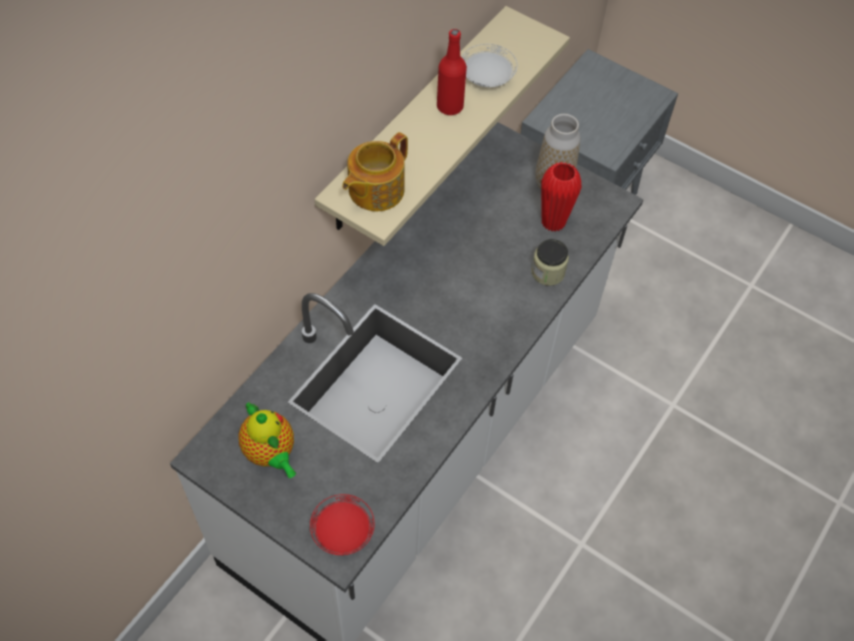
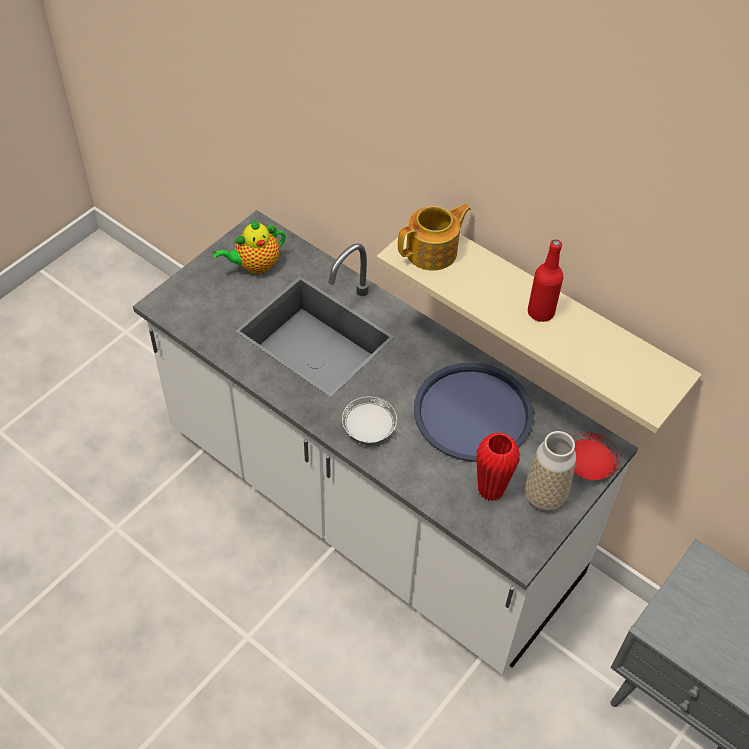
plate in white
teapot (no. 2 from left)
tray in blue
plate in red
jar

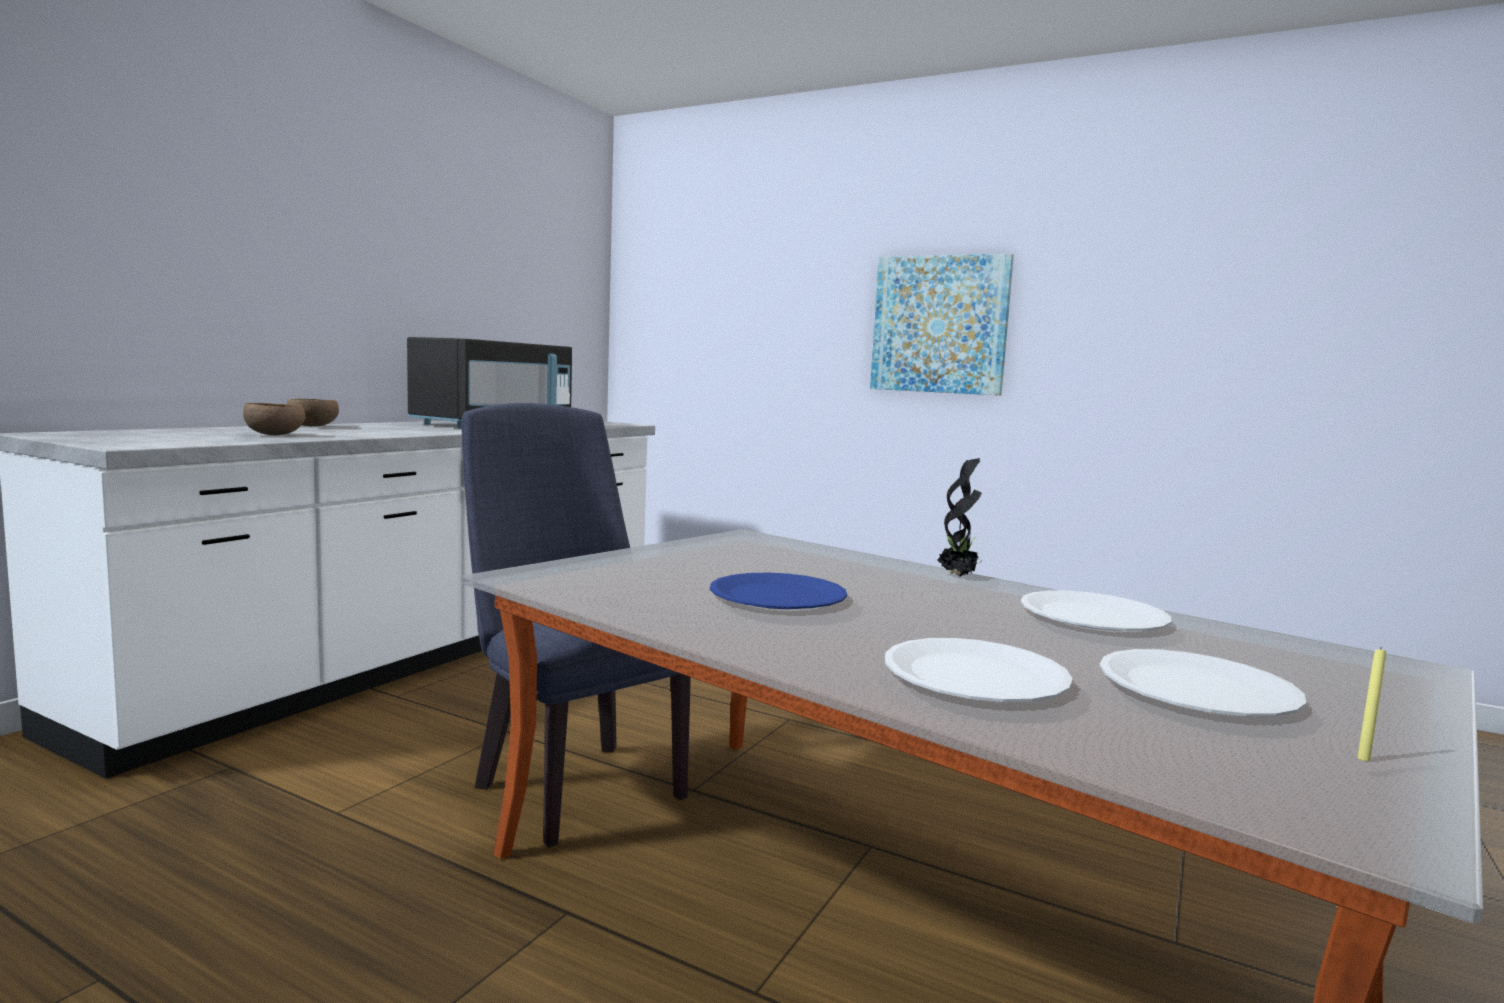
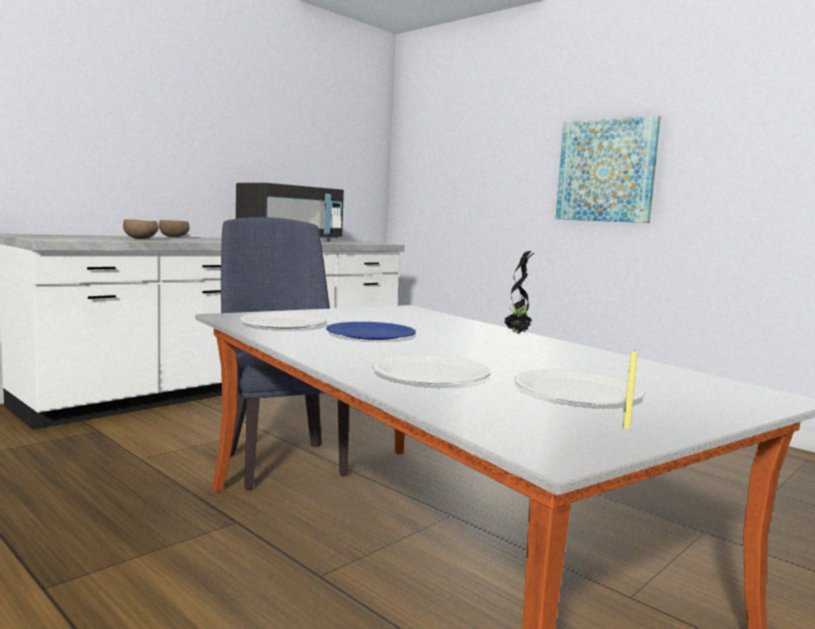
plate in white (no. 1 from left)

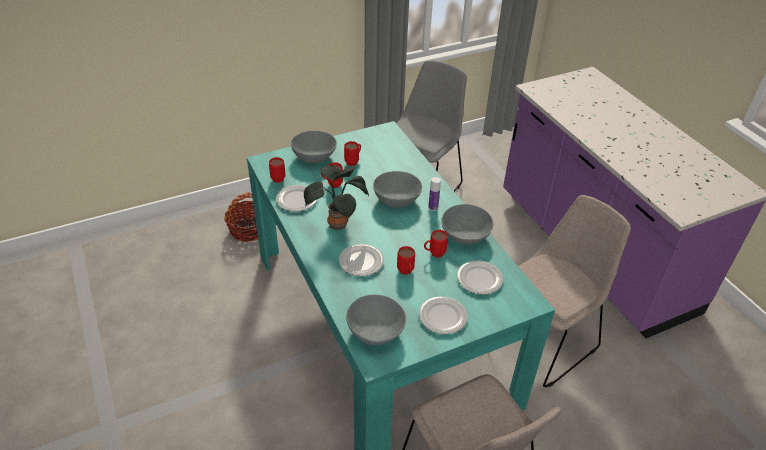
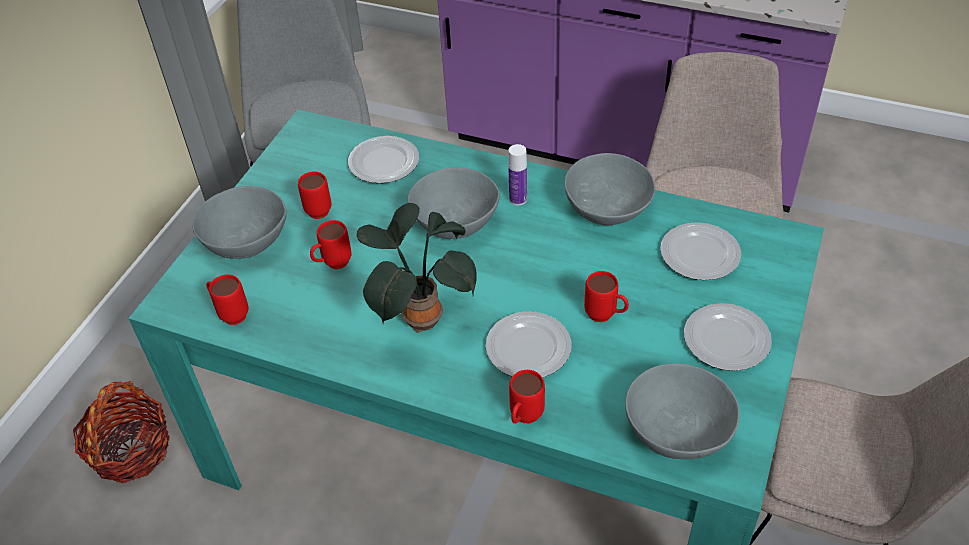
plate (no. 1 from left)
mug in red (no. 4 from left)

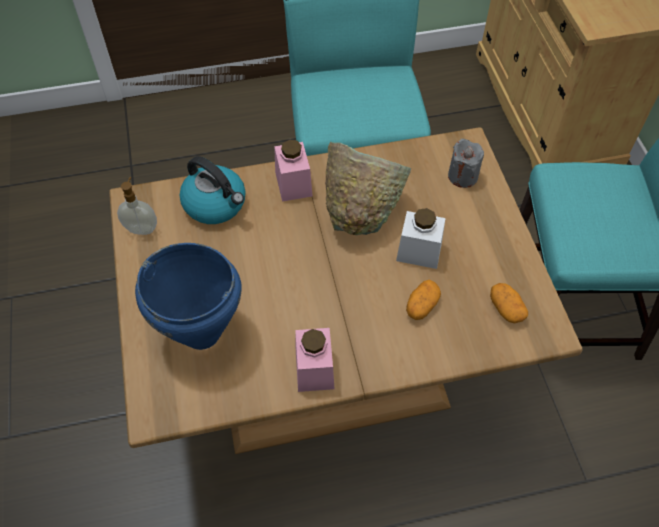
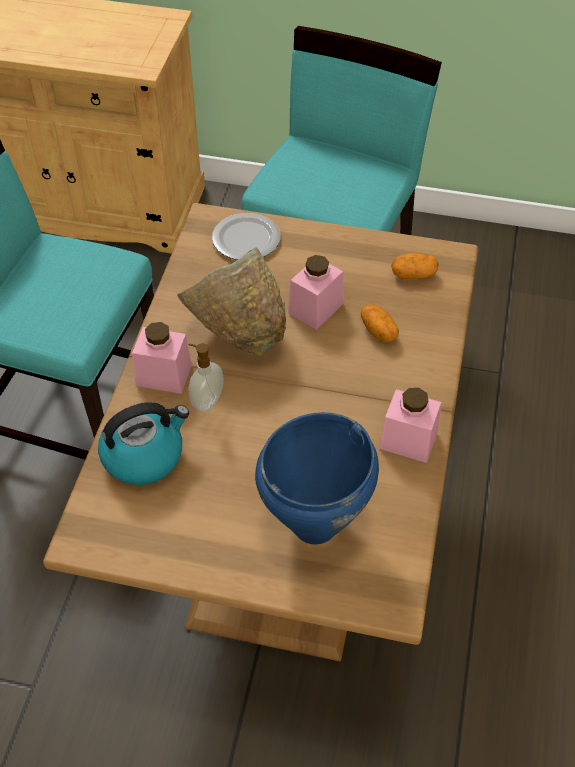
soap dispenser
plate
jar in pink (no. 2 from left)

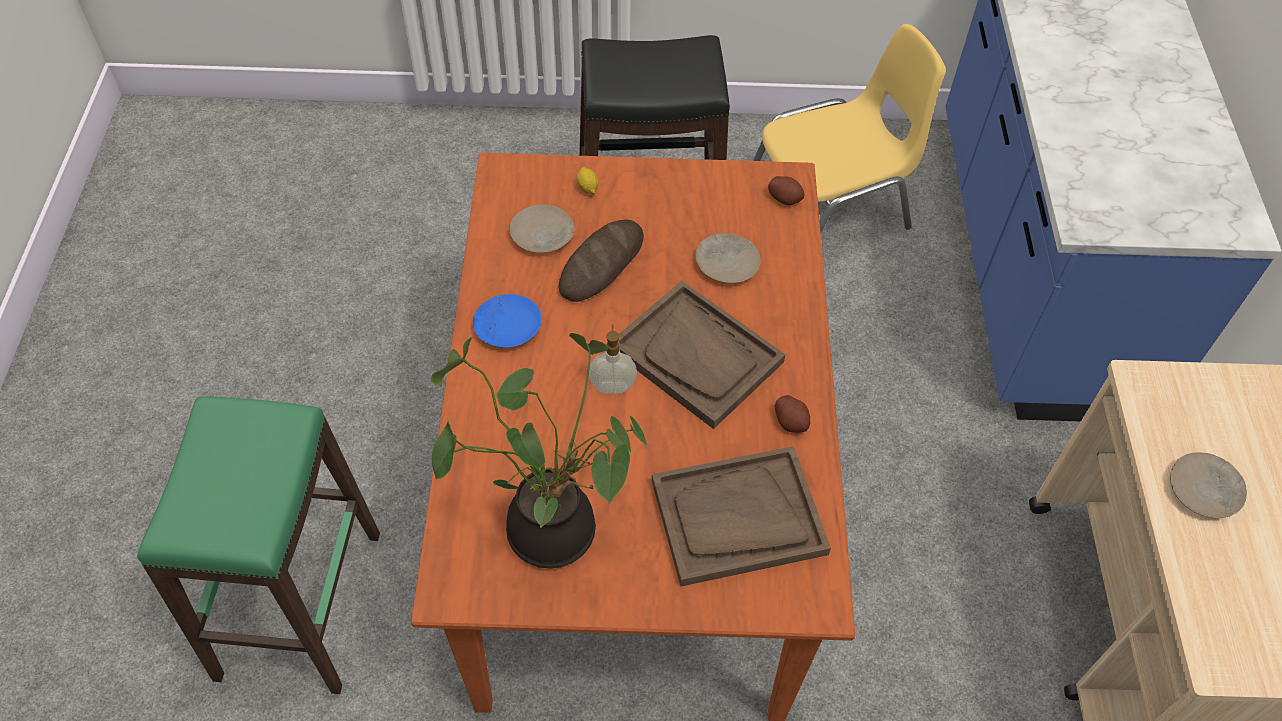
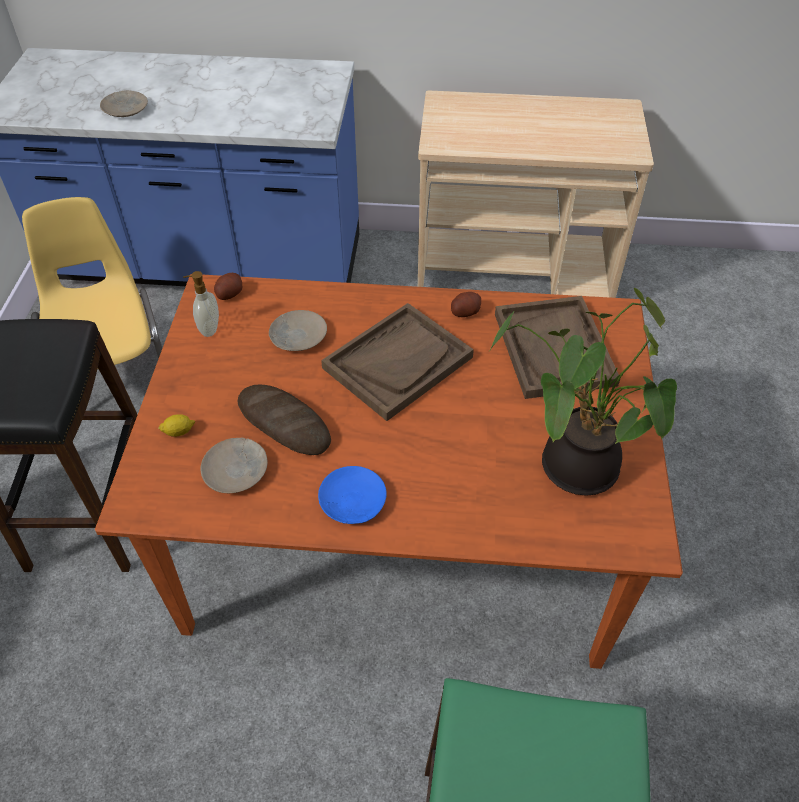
plate in beige (no. 1 from left)
soap dispenser

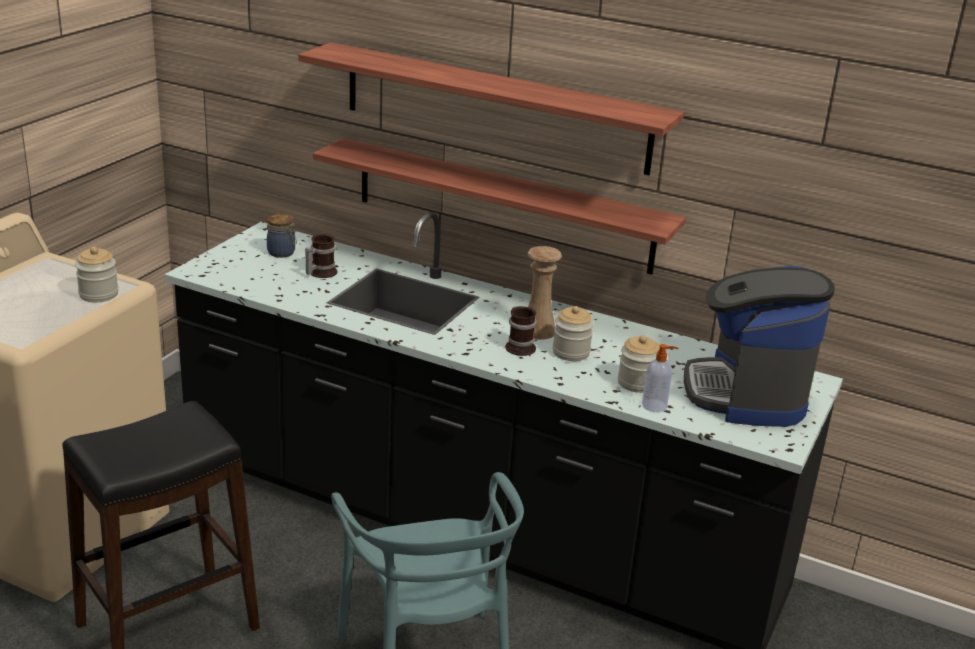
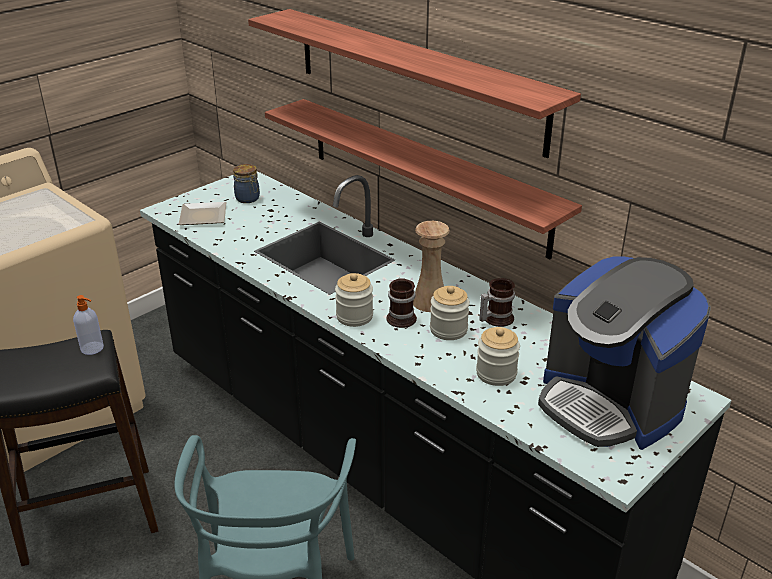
soap dispenser
plate
jar (no. 2 from left)
mug (no. 2 from left)
coffee machine

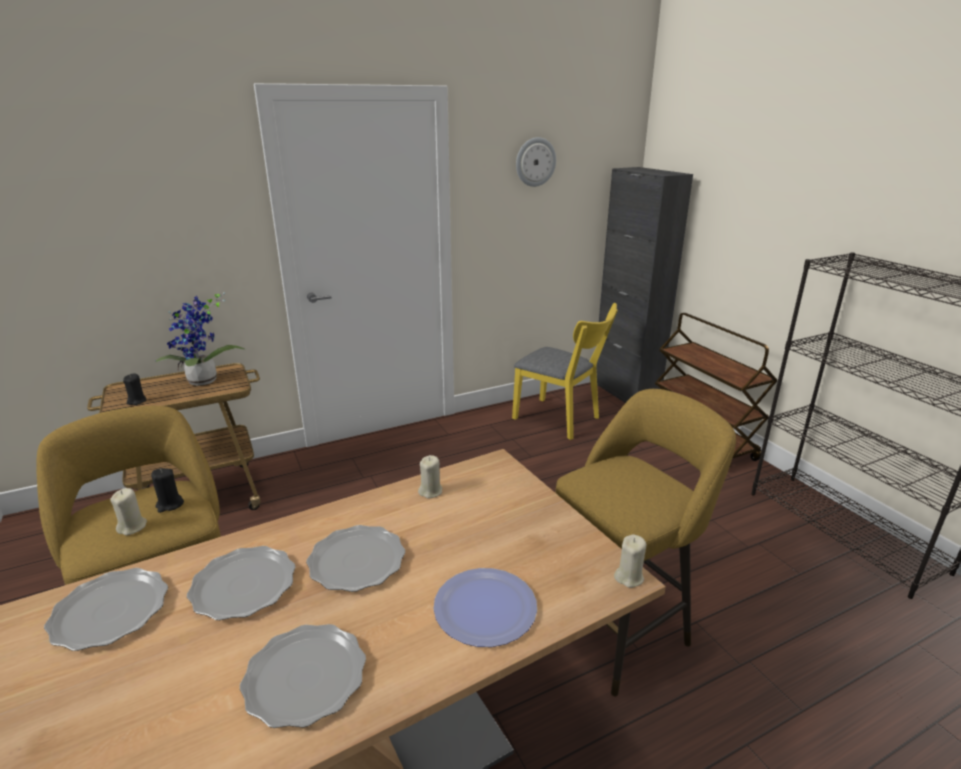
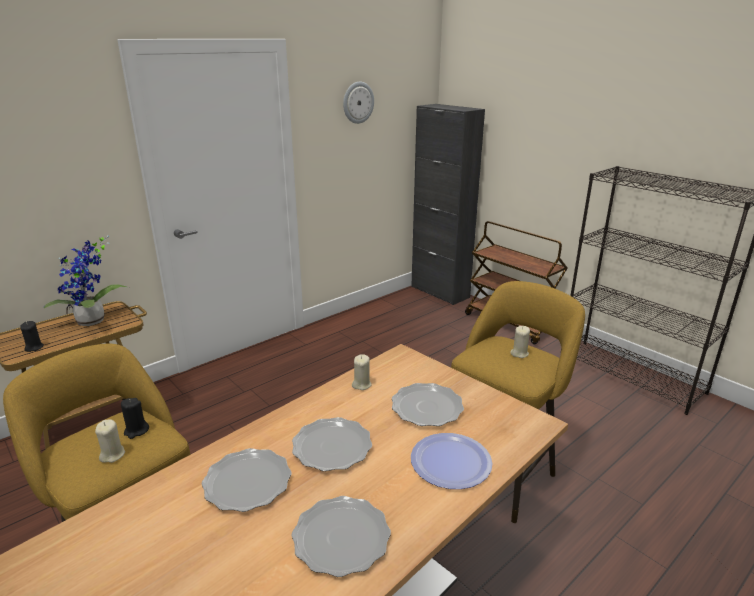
plate (no. 4 from left)
candle in beige (no. 3 from left)
chair in yellow

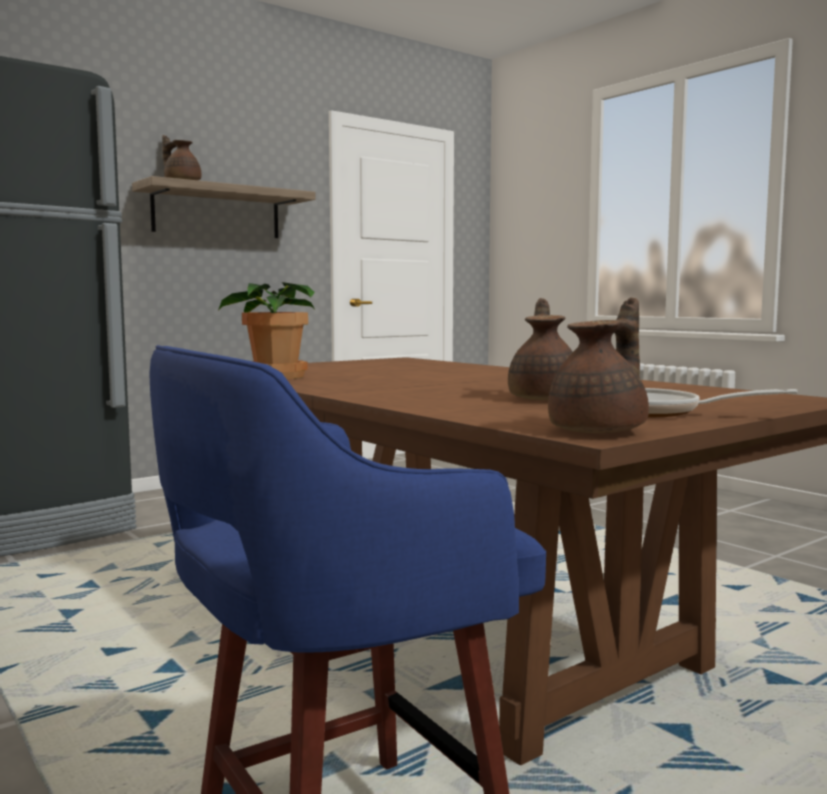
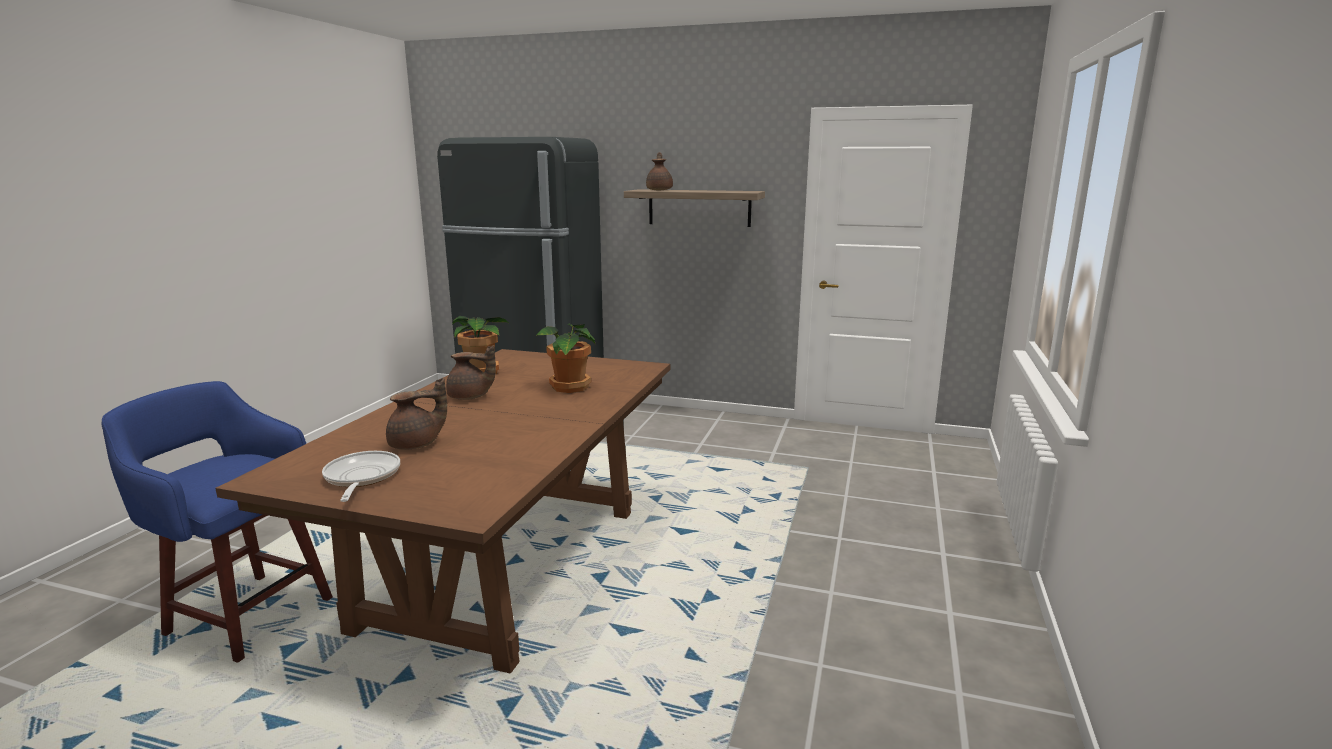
teapot in brown (no. 2 from left)
potted plant (no. 2 from left)

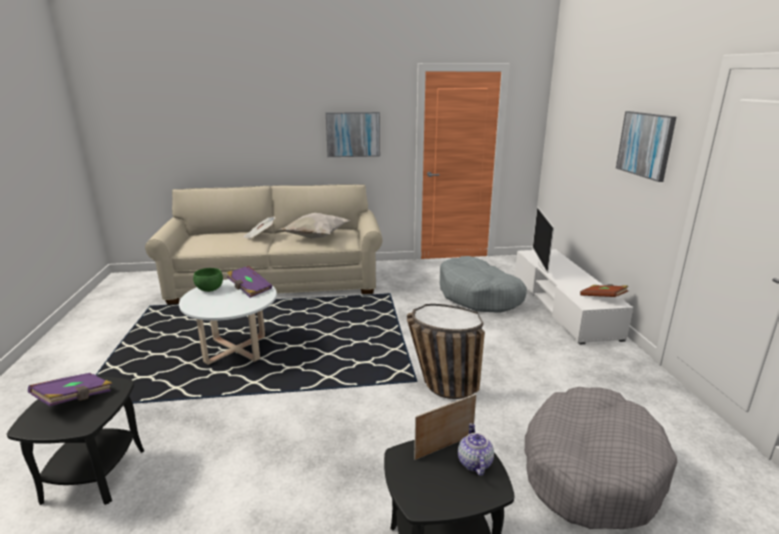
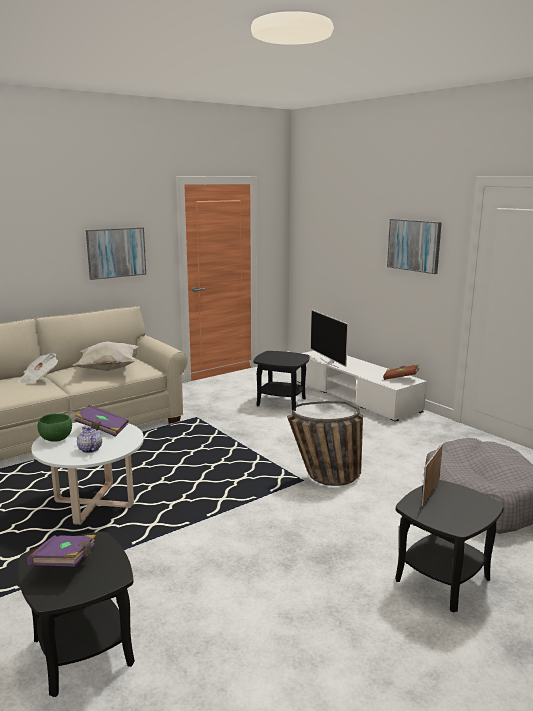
teapot
side table in black (no. 2 from left)

